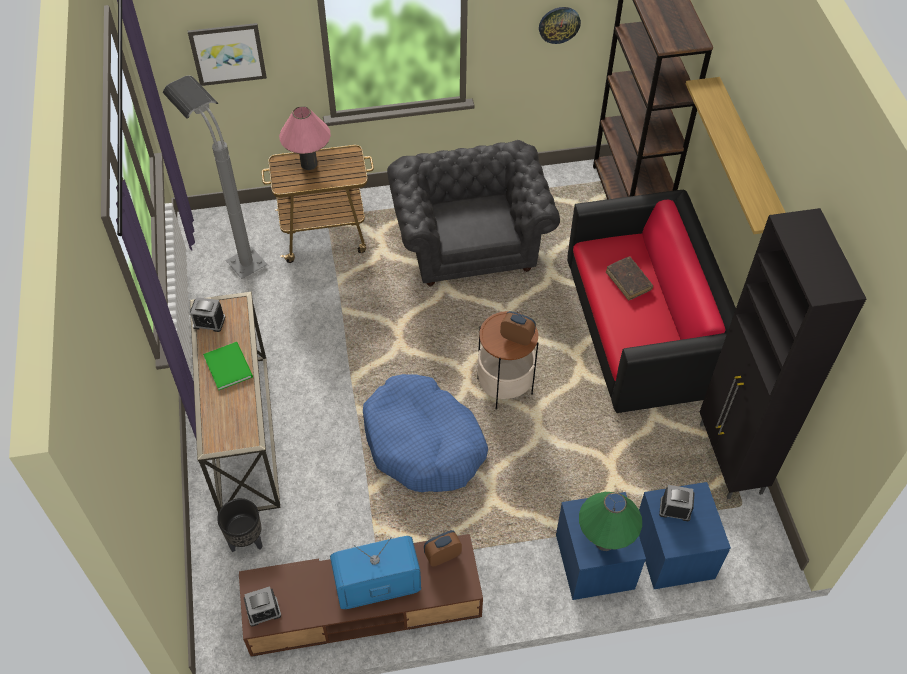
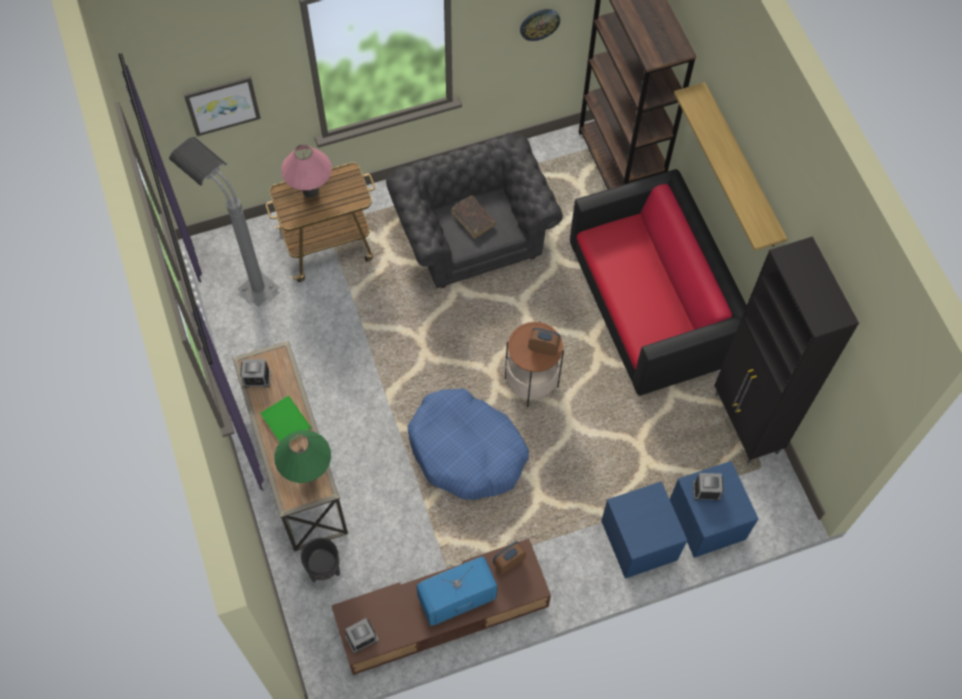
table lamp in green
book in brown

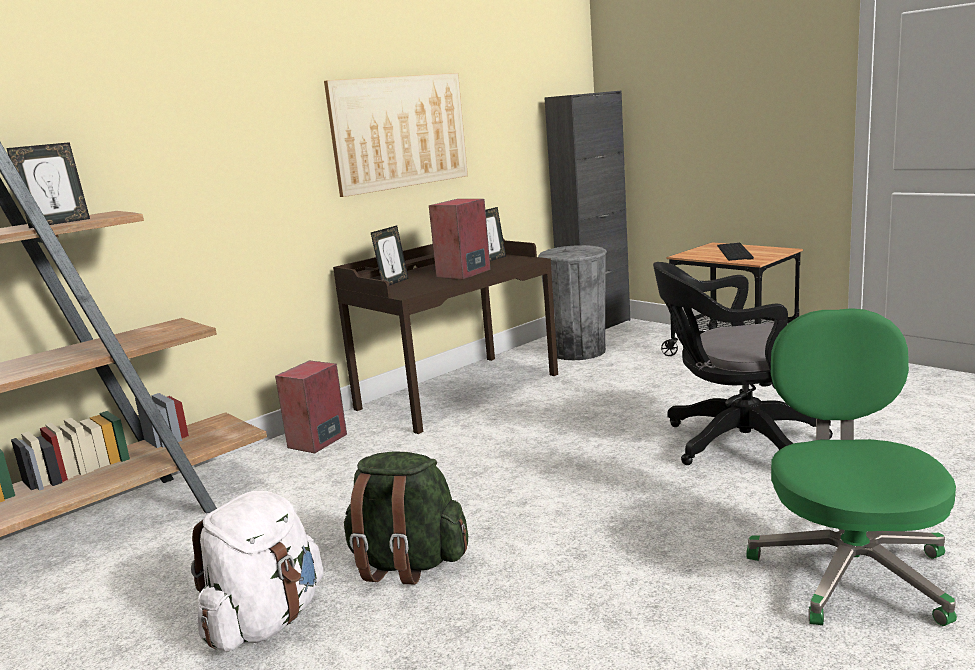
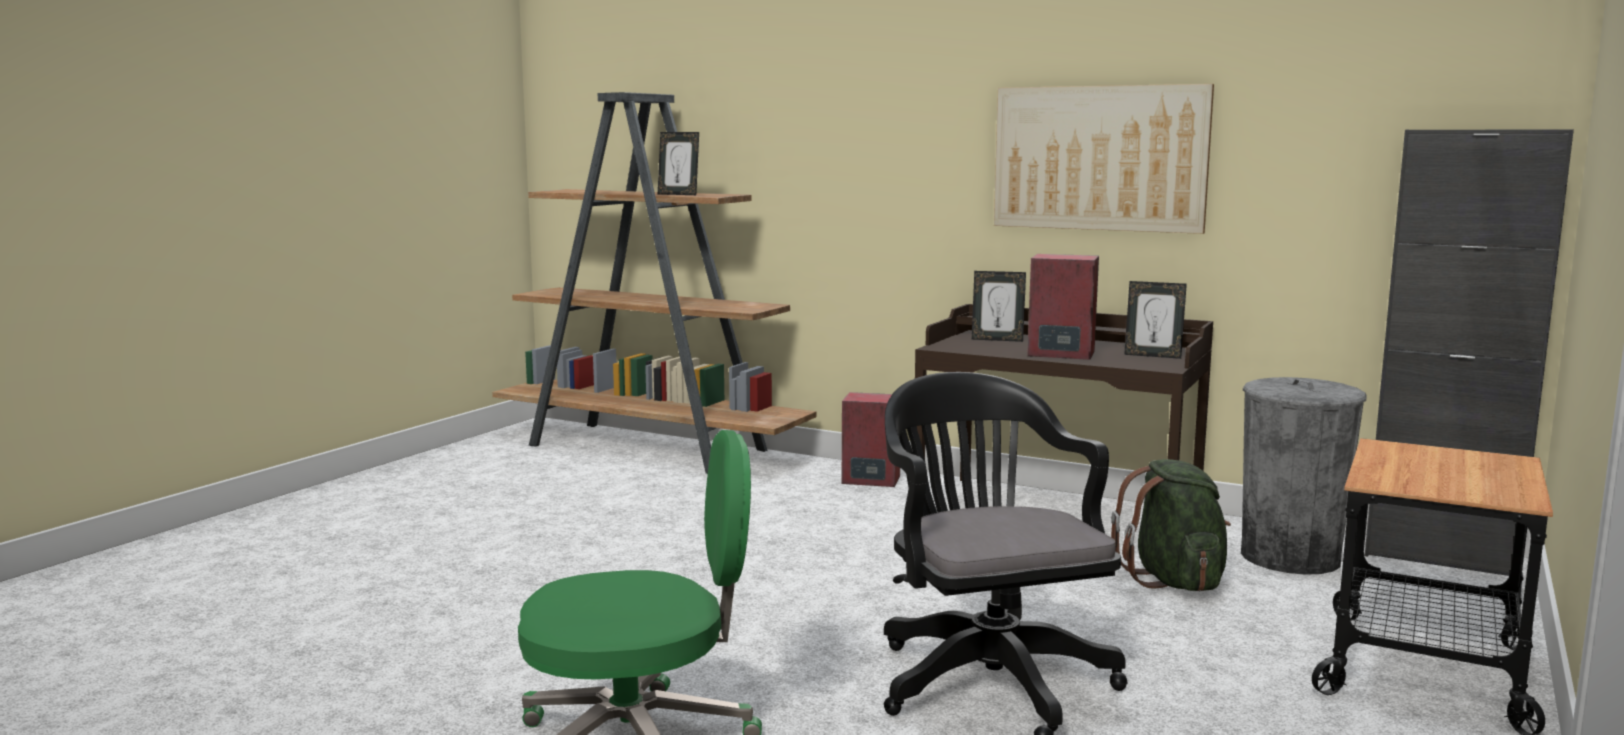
backpack in green
backpack in white
keyboard

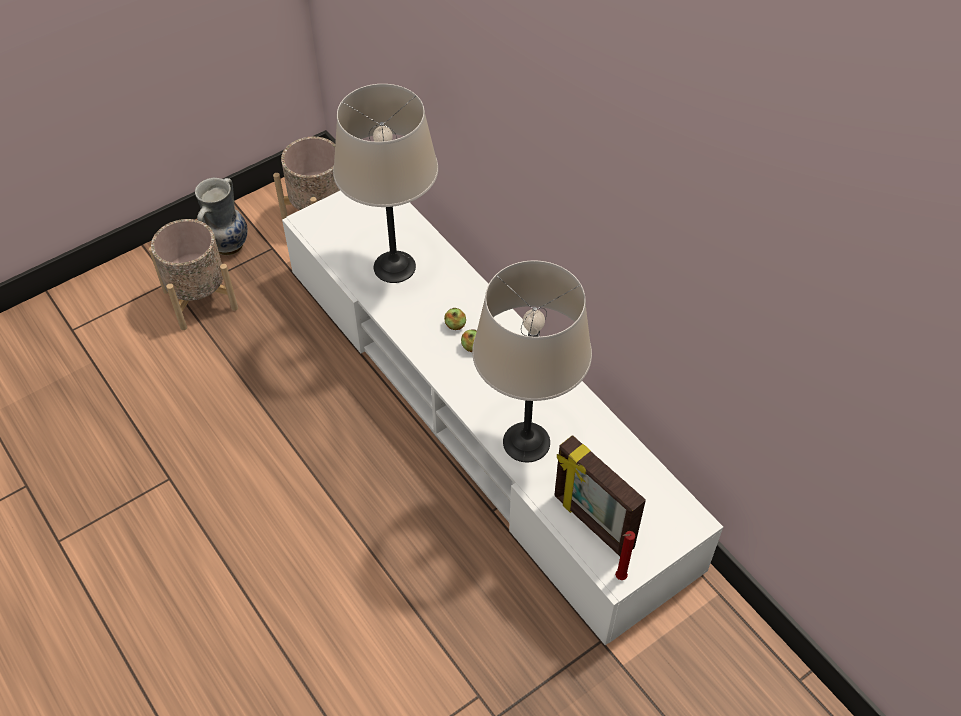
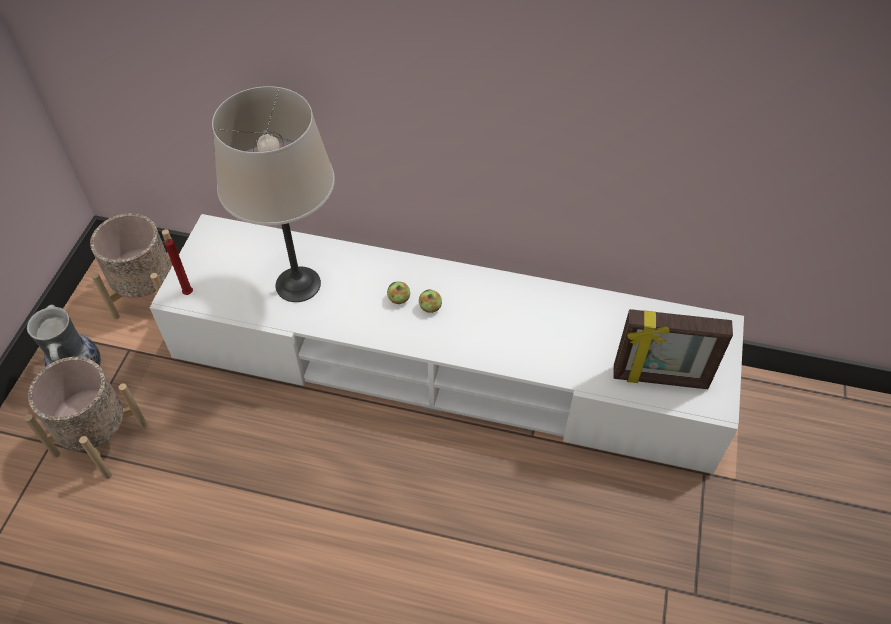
candle in red
table lamp in beige (no. 2 from left in the first image)

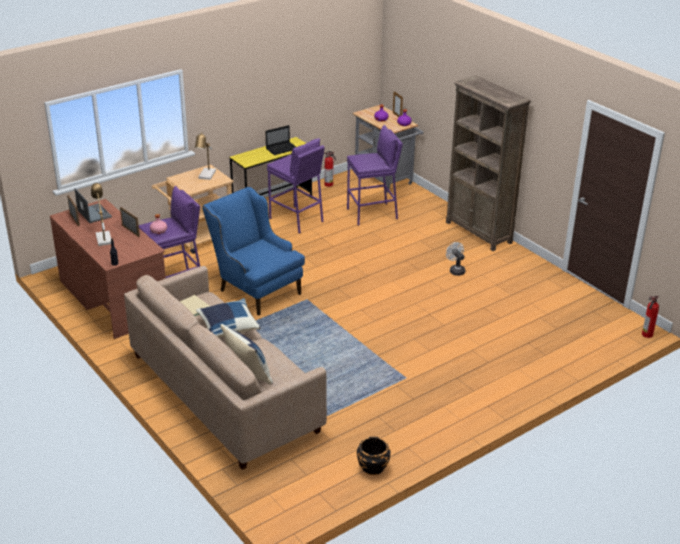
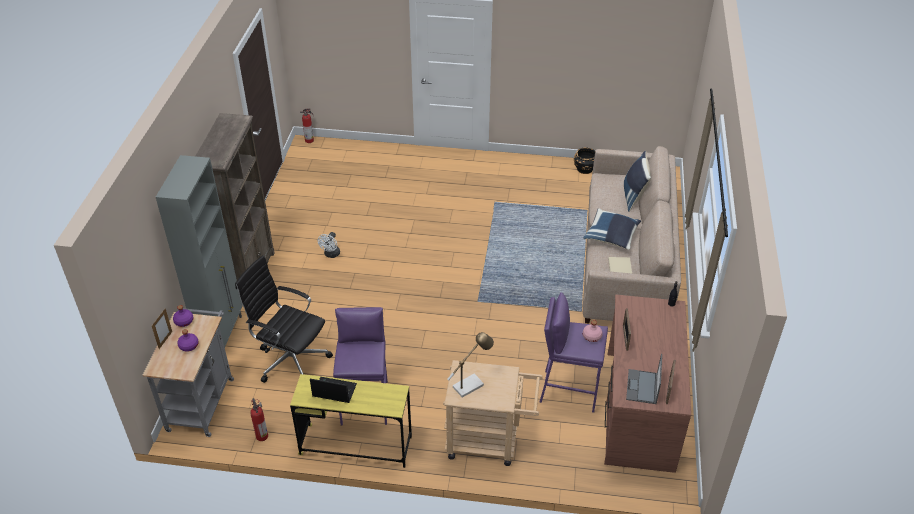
cabinet in grey
office chair in black
table lamp (no. 1 from left in the first image)
armchair in blue

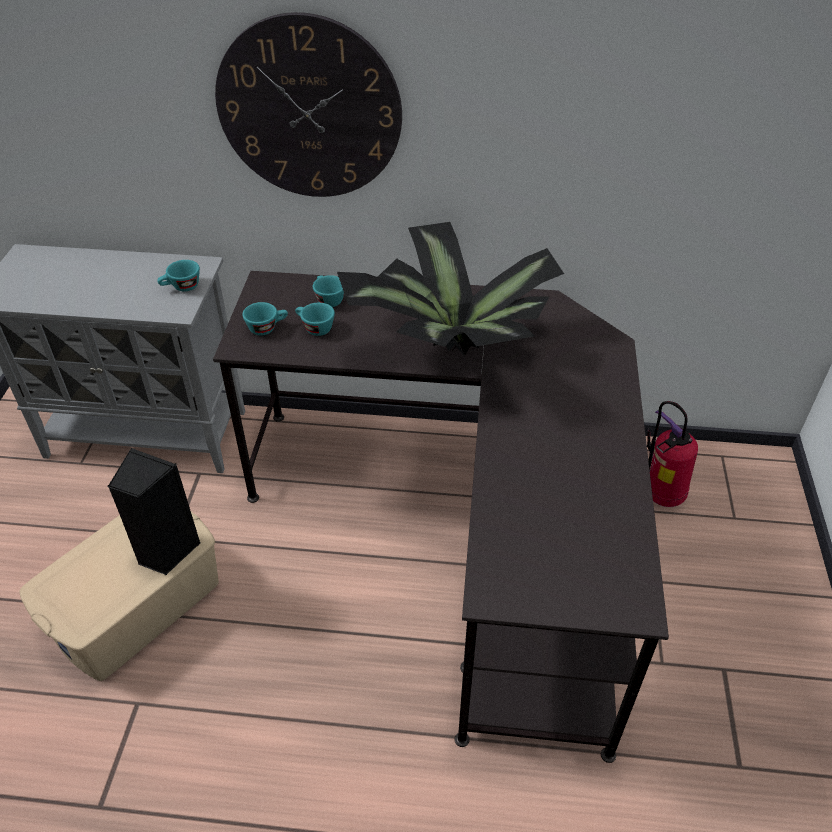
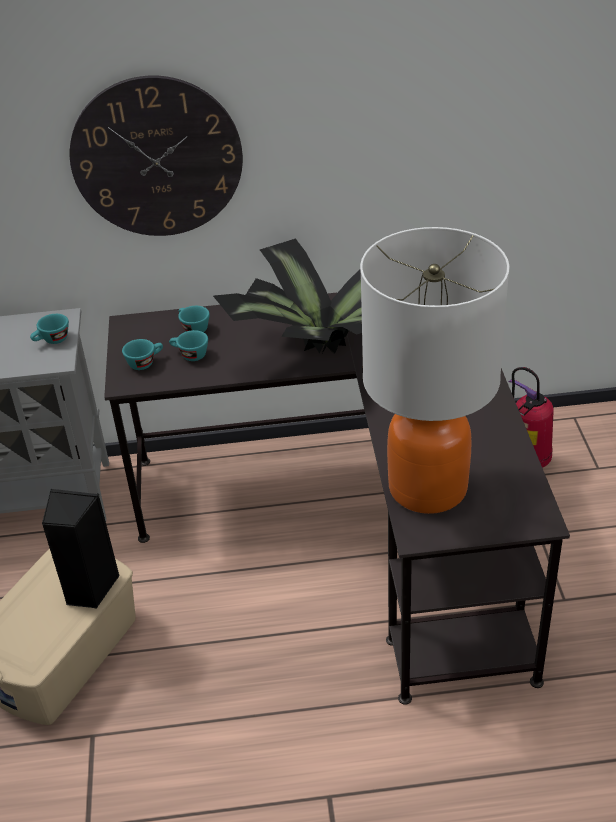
table lamp

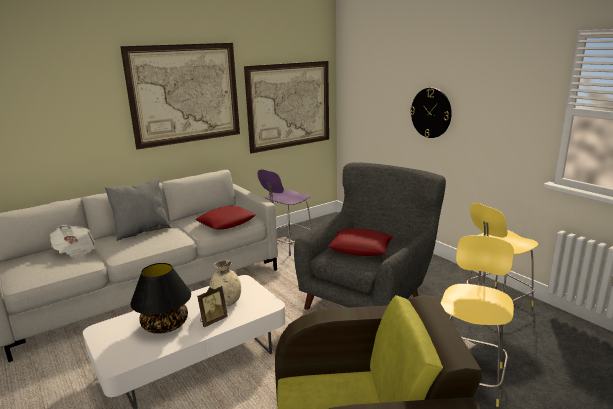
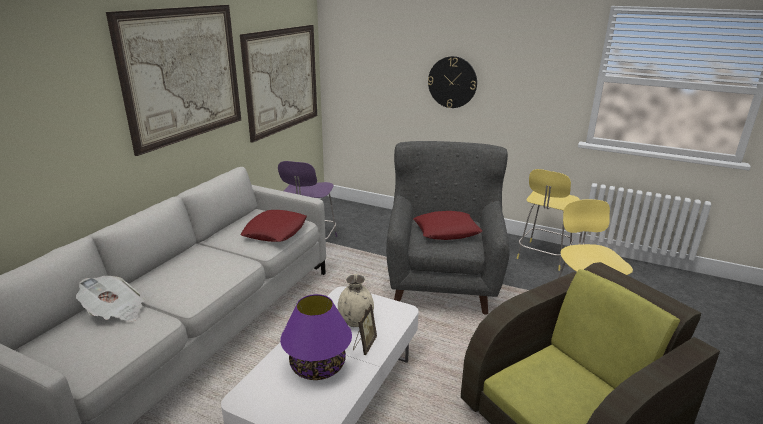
table lamp in purple
pillow in grey

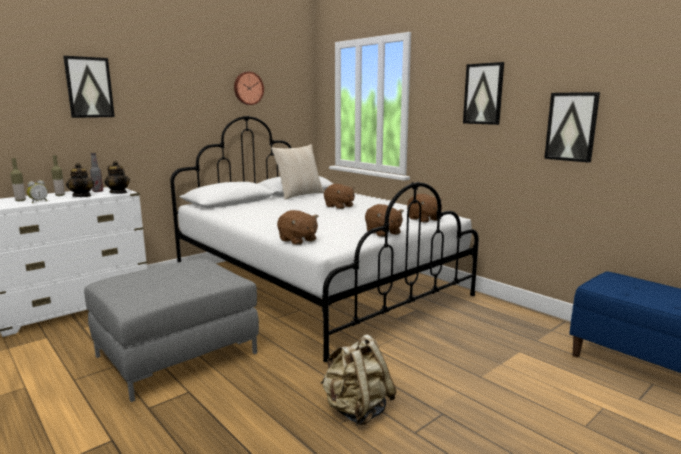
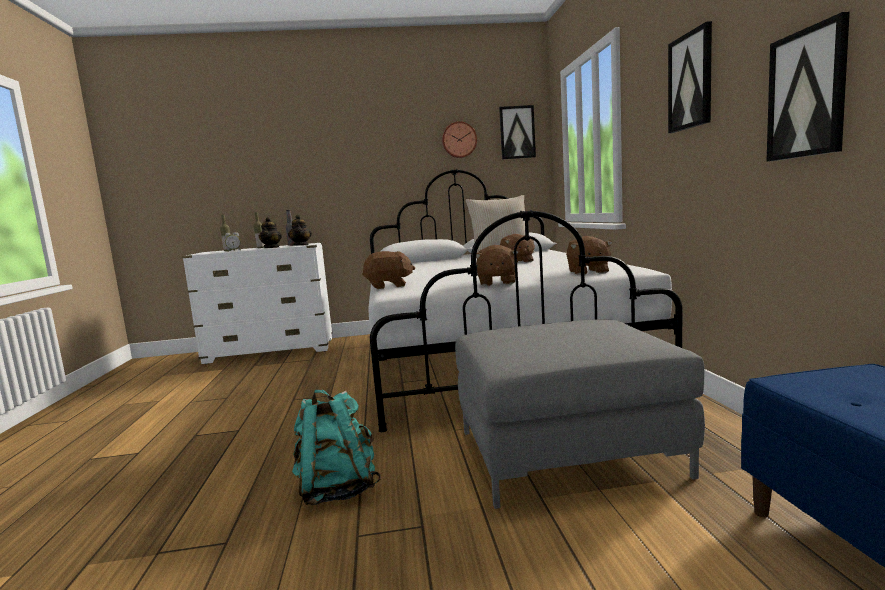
backpack in turquoise
plush toy in brown (no. 1 from left)
ottoman in grey
picture (no. 1 from left)

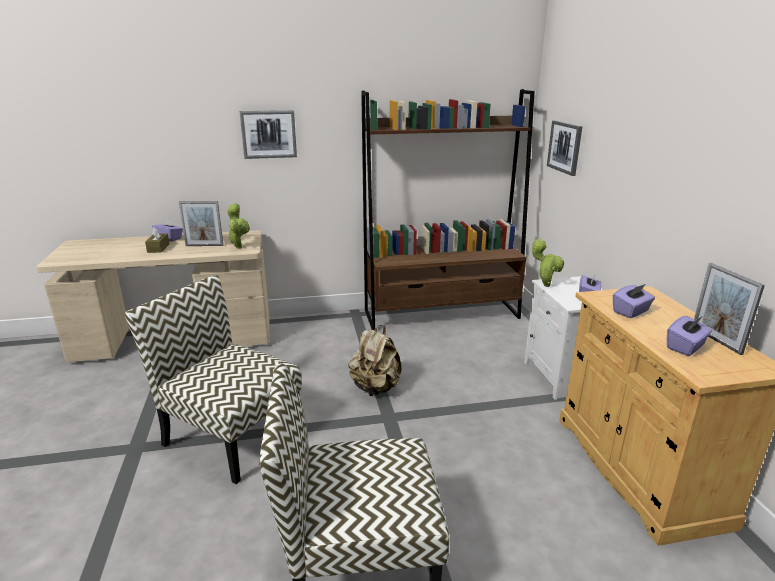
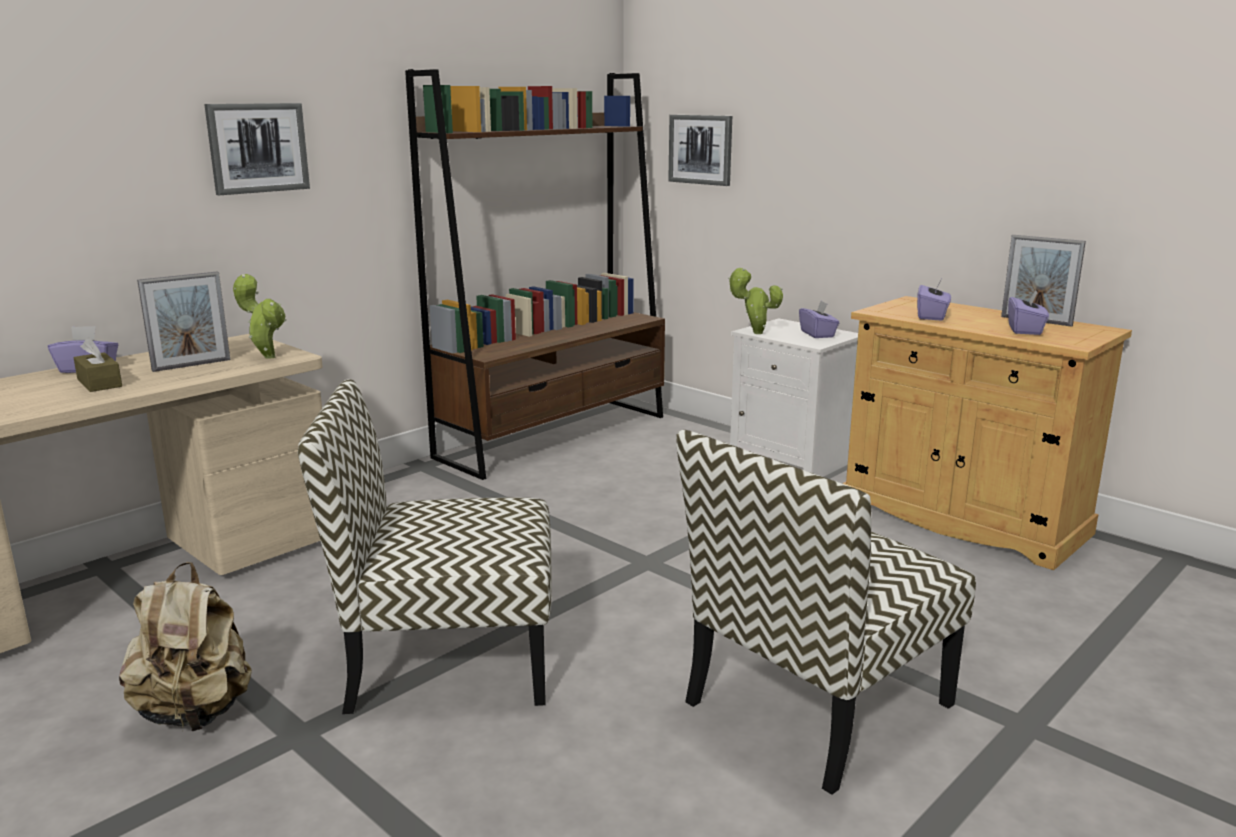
backpack in beige

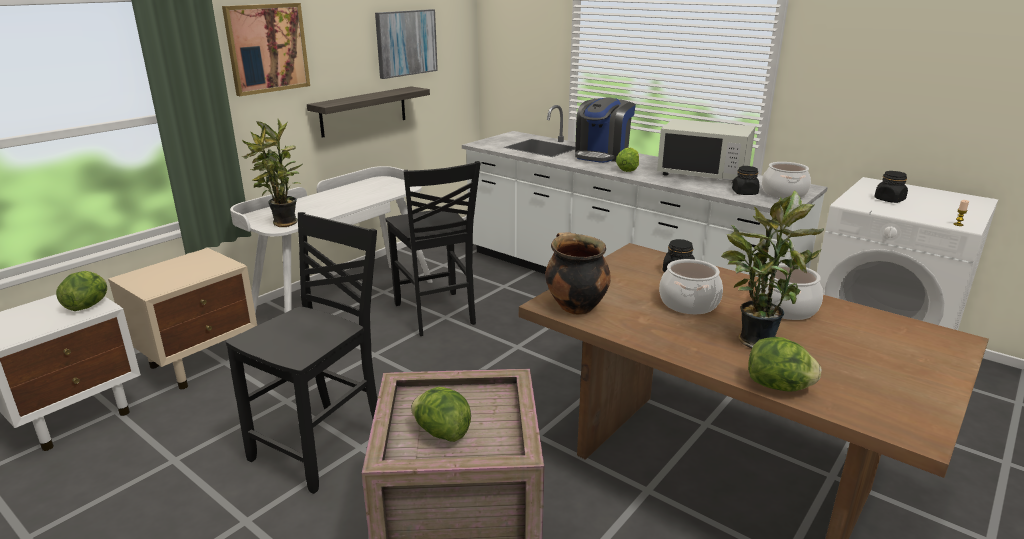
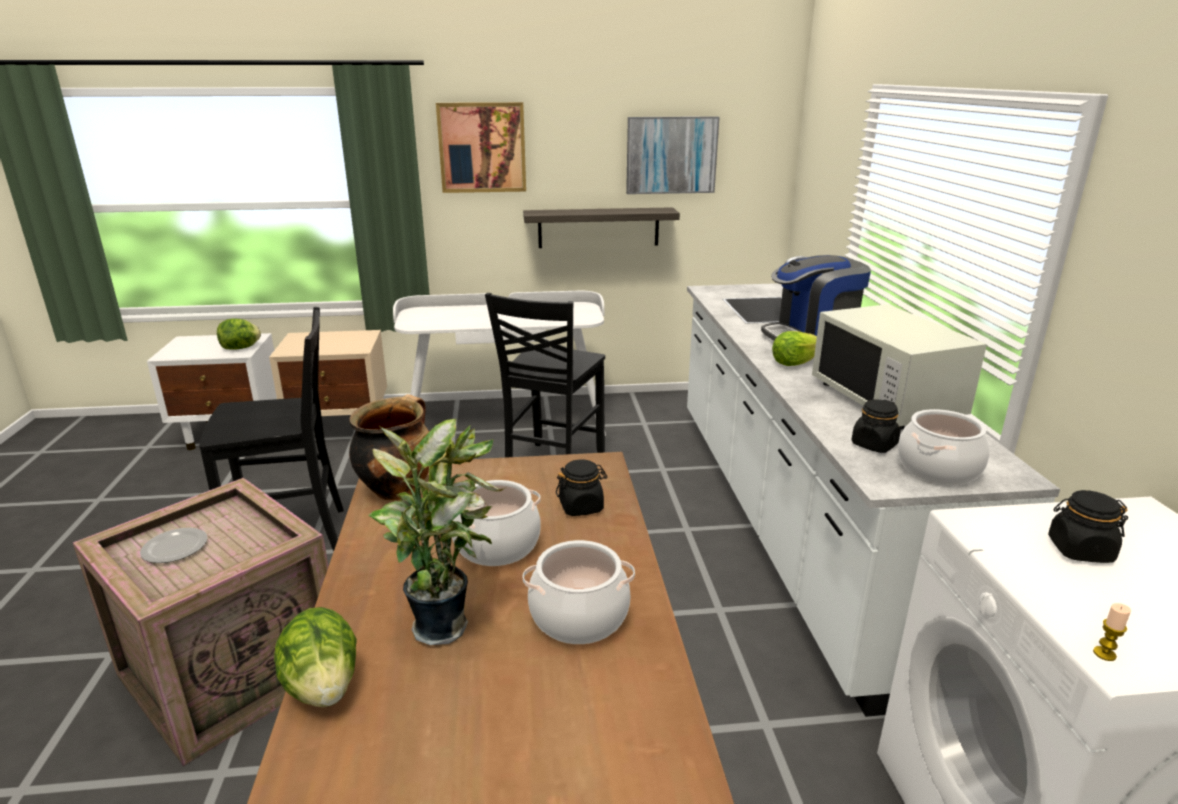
plate
potted plant (no. 1 from left in the first image)

